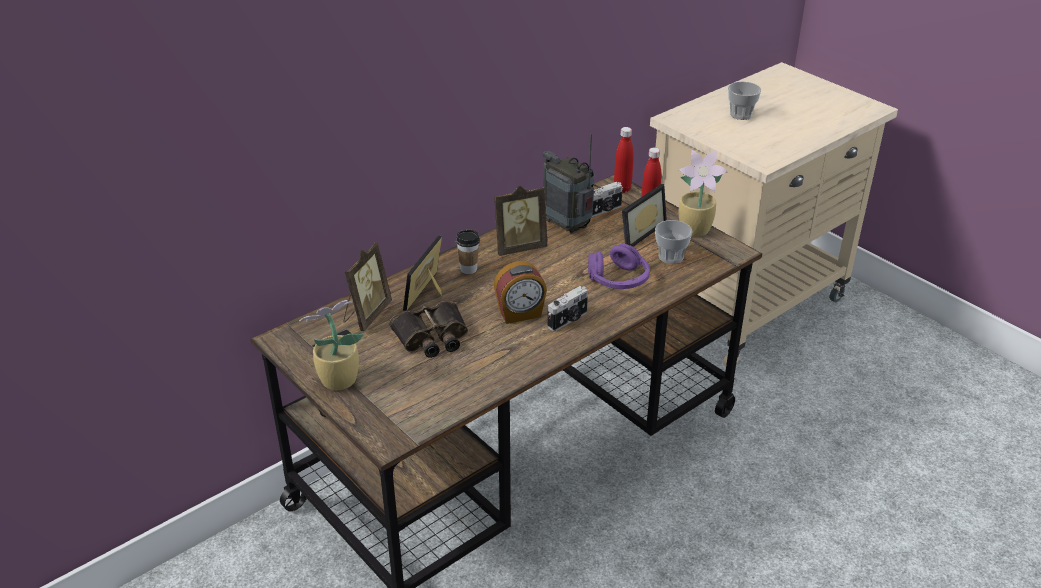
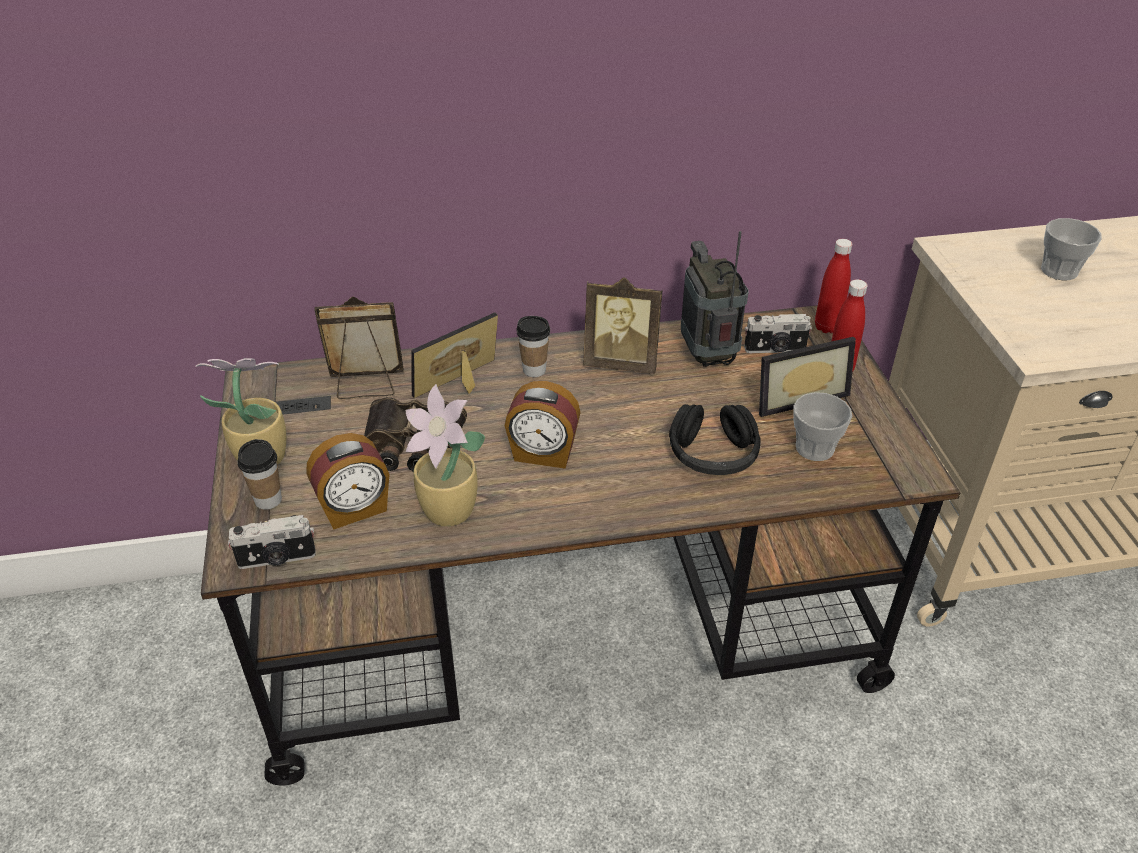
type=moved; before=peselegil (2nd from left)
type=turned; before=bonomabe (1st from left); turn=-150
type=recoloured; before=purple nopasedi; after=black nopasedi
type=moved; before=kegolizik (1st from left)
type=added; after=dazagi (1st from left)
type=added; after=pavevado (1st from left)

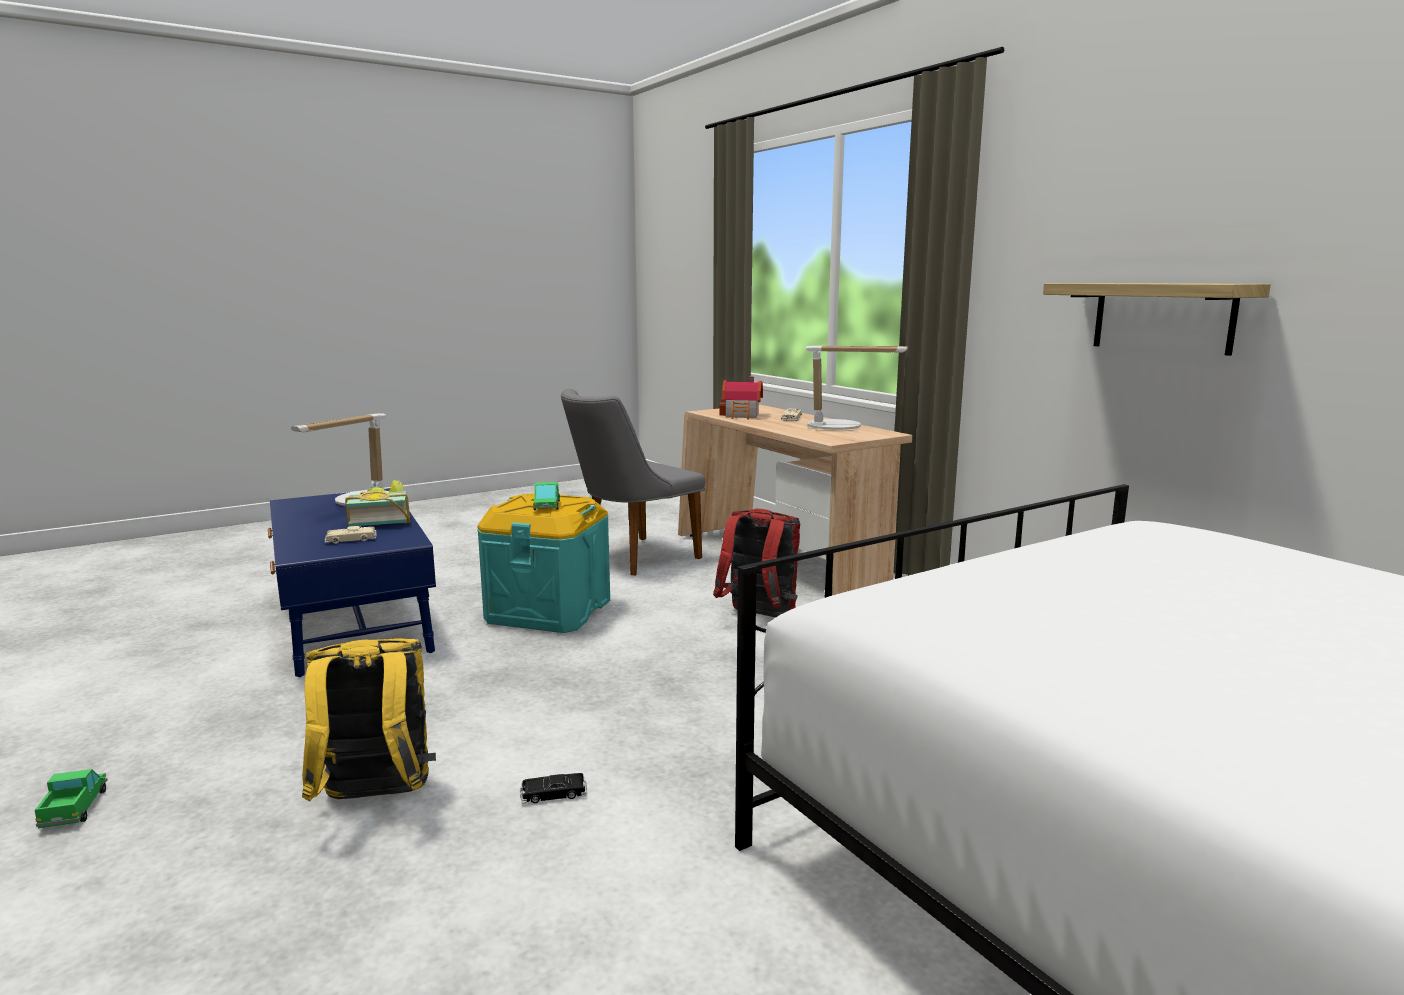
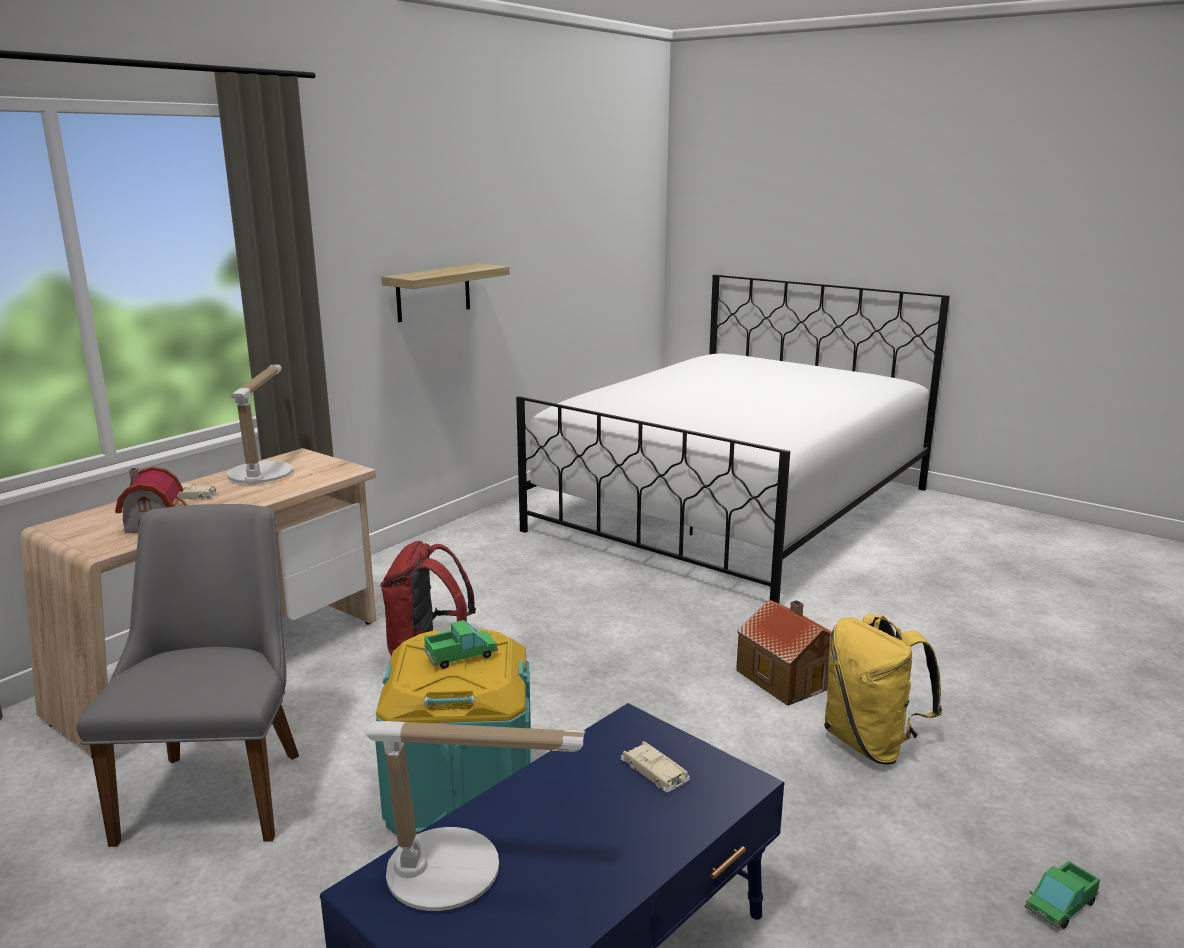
type=turned; before=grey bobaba; turn=-120
type=removed; before=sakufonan
type=replaced; before=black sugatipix; after=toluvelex (2nd from left)

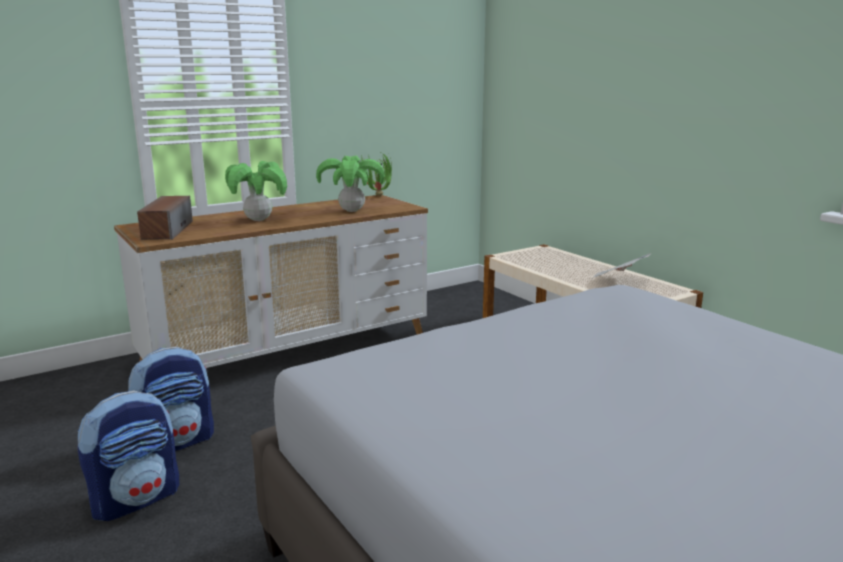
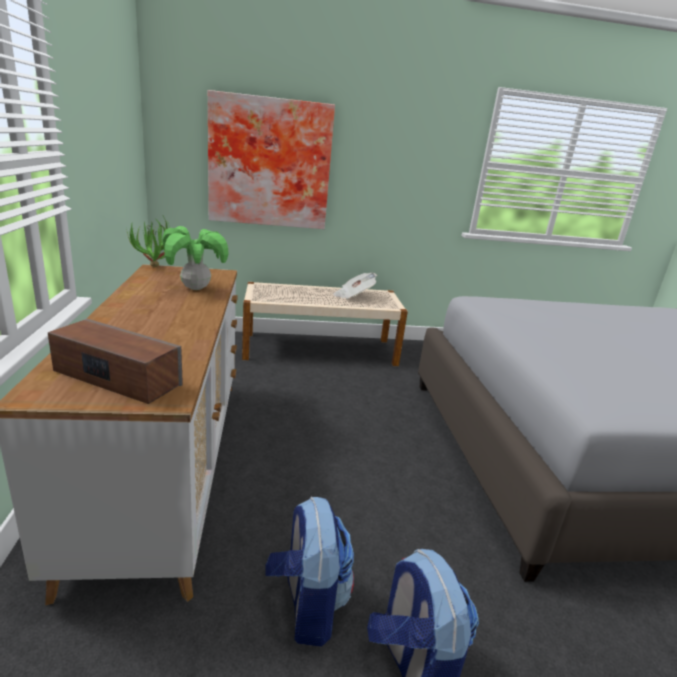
type=removed; before=peselegil (1st from left)
type=added; after=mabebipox

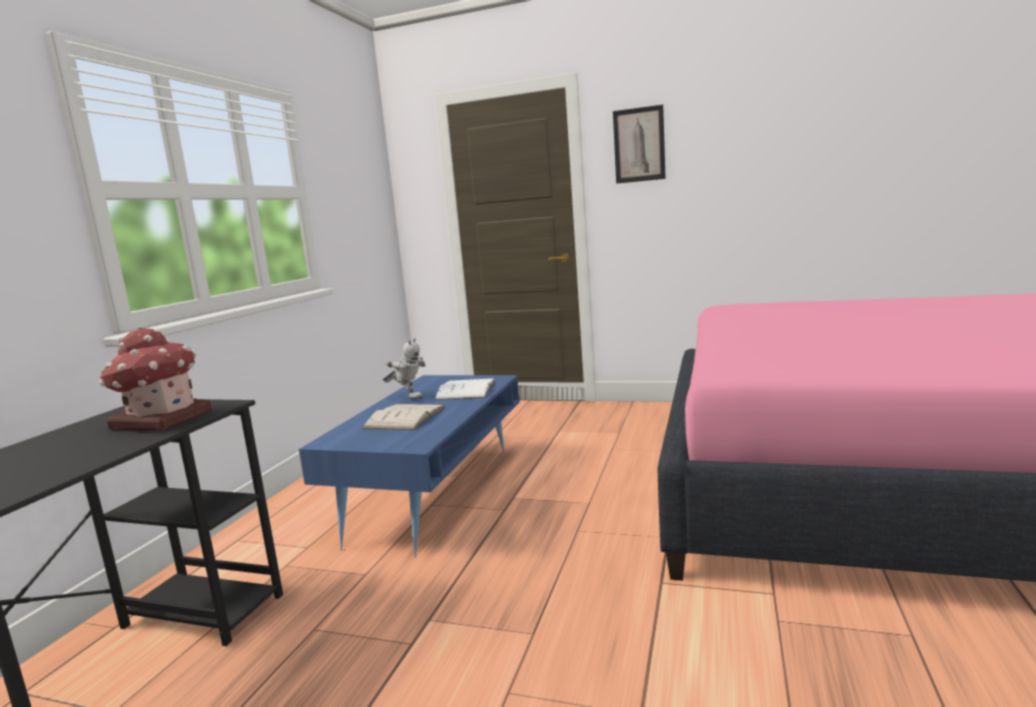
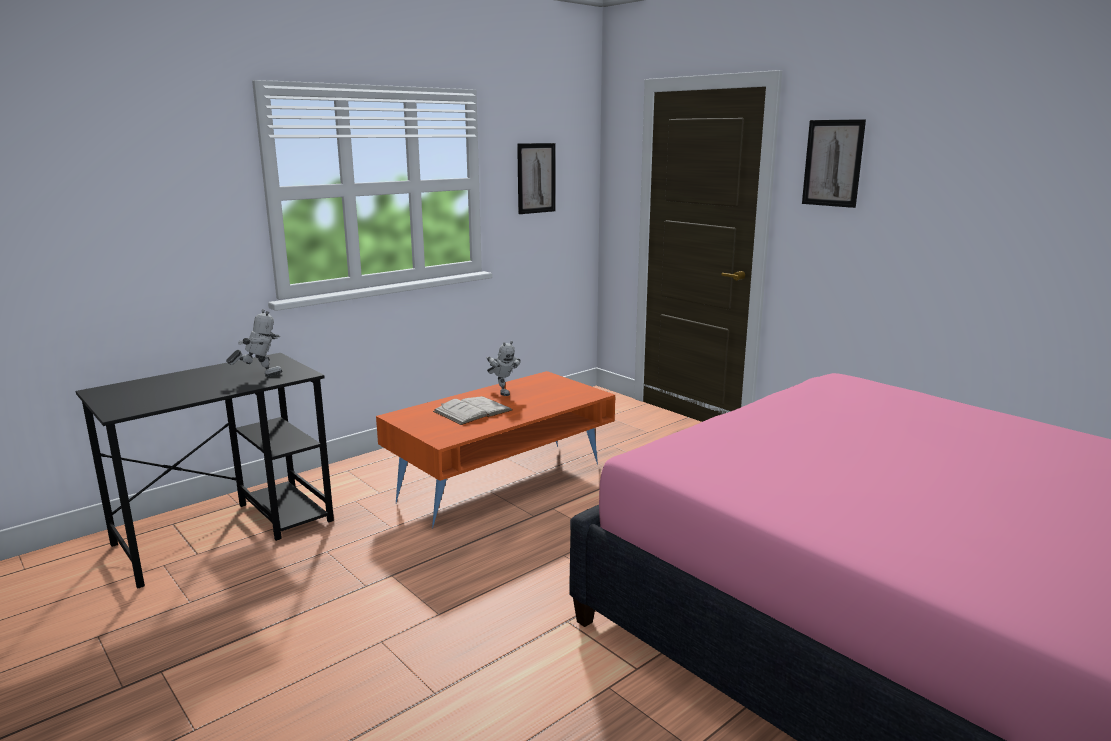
type=replaced; before=toluvelex; after=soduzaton (1st from left)
type=recoloured; before=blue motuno; after=orange motuno
type=removed; before=white sakufonan (2nd from left)
type=added; after=mabebipox (1st from left)

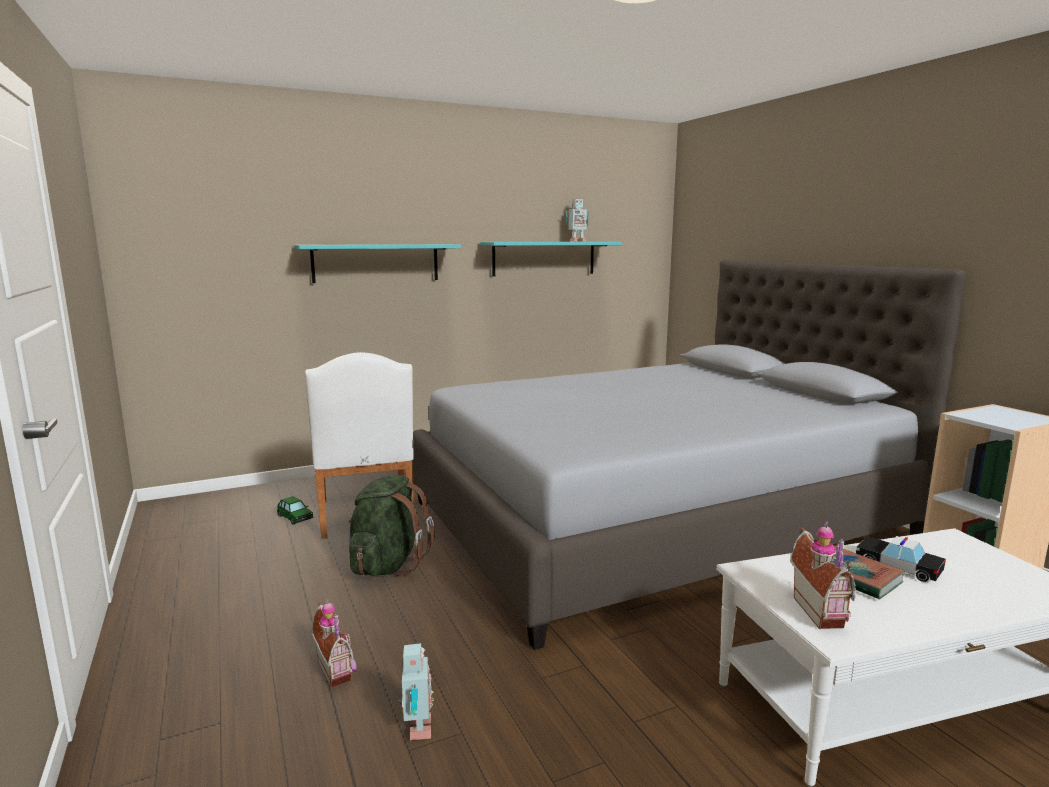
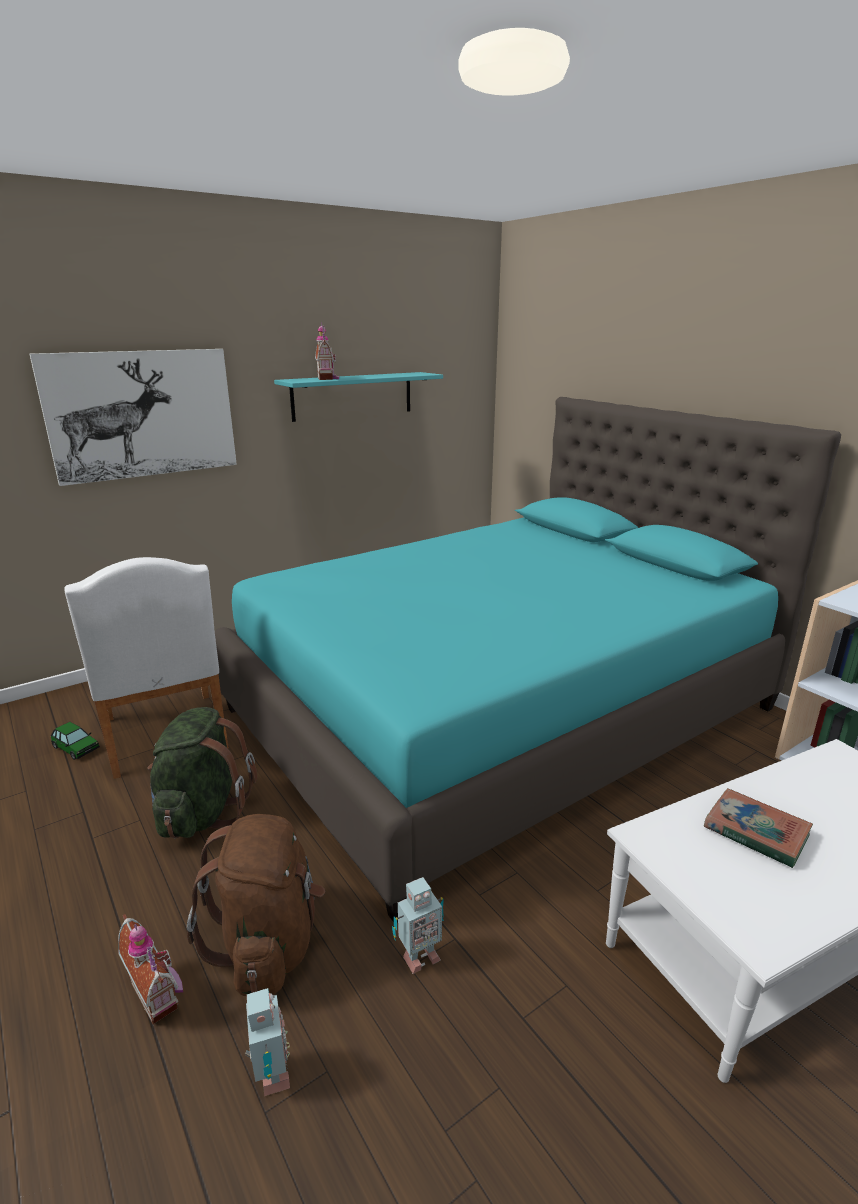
type=moved; before=soduzaton (2nd from left)
type=replaced; before=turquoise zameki (1st from left); after=mabebipox
type=recoloured; before=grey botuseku; after=turquoise botuseku
type=moved; before=toluvelex (2nd from left)
type=removed; before=sugatipix (2nd from left)
type=added; after=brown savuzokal

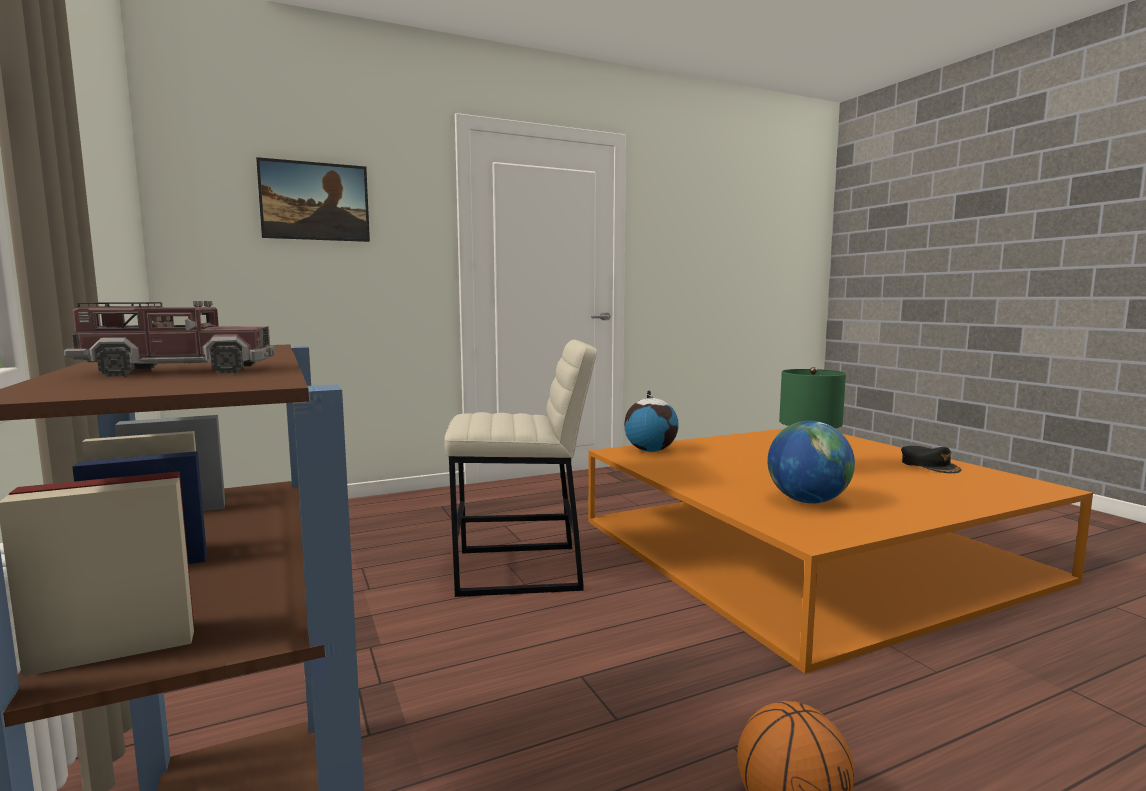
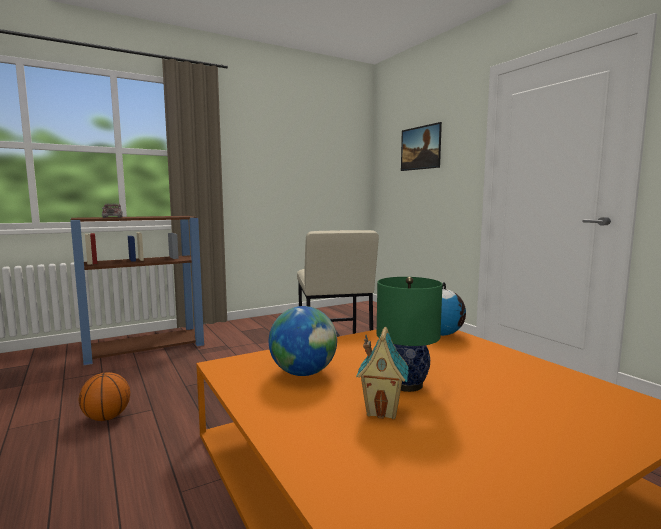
type=removed; before=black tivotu
type=added; after=toluvelex

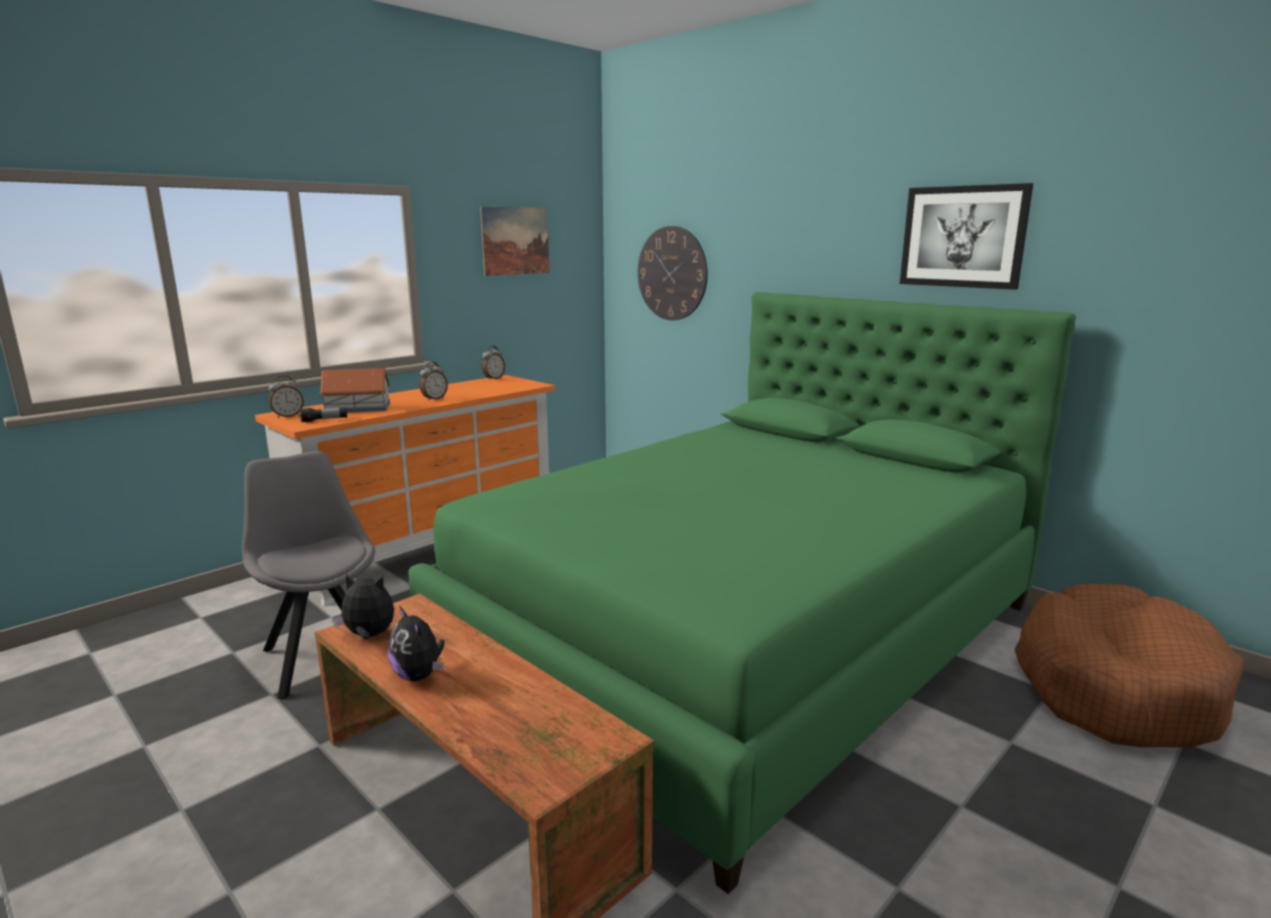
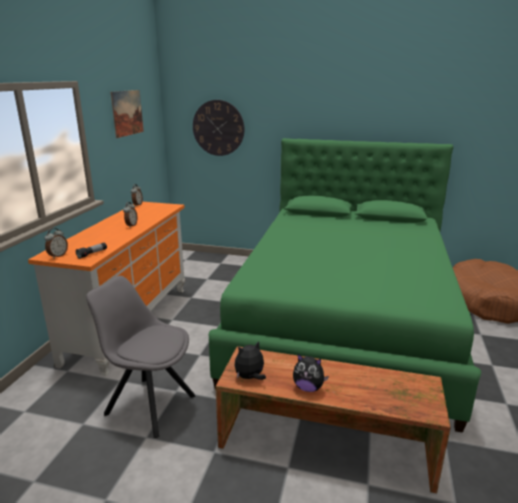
type=removed; before=mabebipox (2nd from left)
type=removed; before=toluvelex

